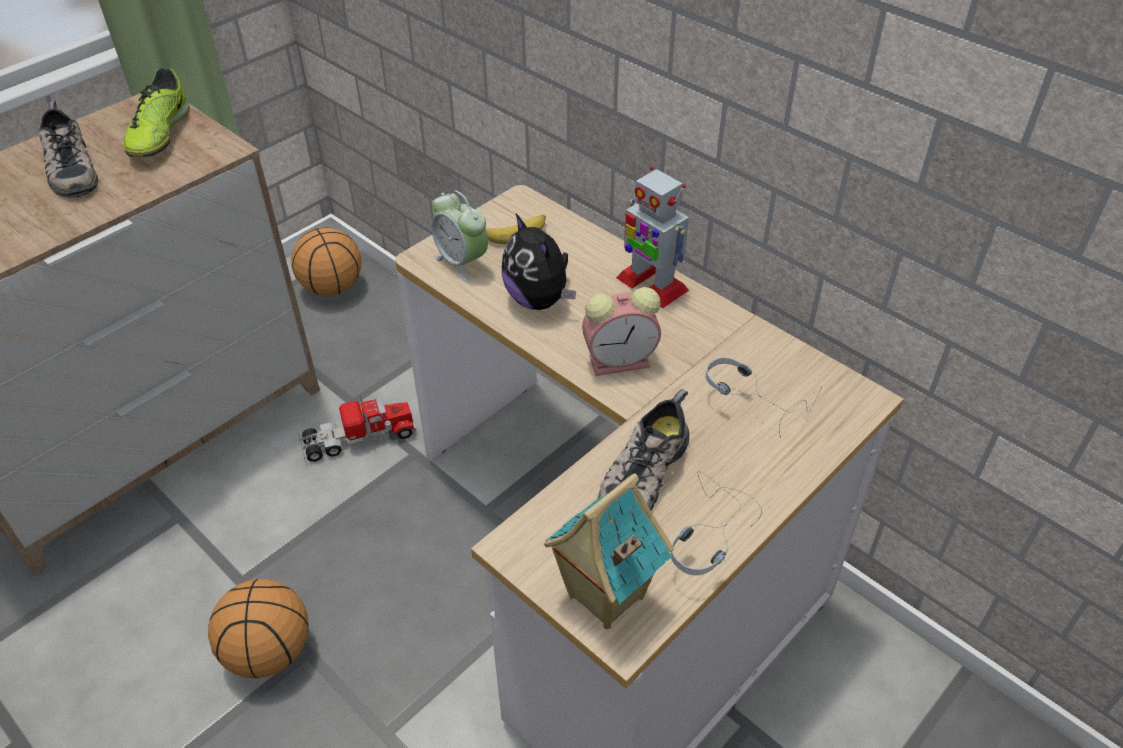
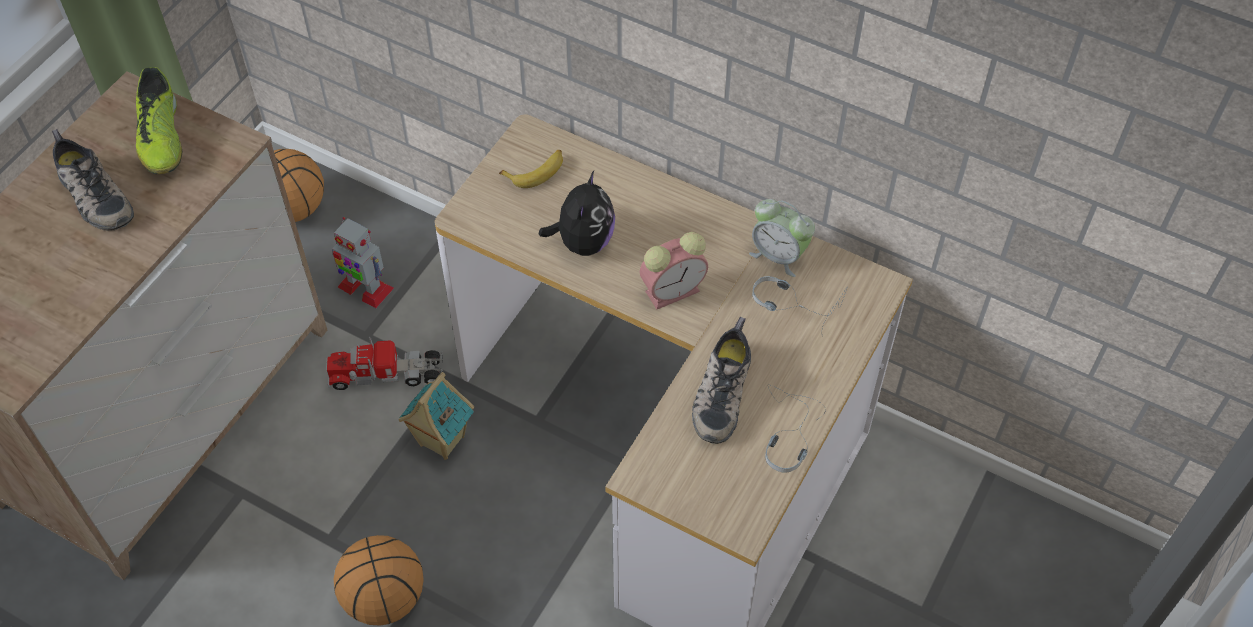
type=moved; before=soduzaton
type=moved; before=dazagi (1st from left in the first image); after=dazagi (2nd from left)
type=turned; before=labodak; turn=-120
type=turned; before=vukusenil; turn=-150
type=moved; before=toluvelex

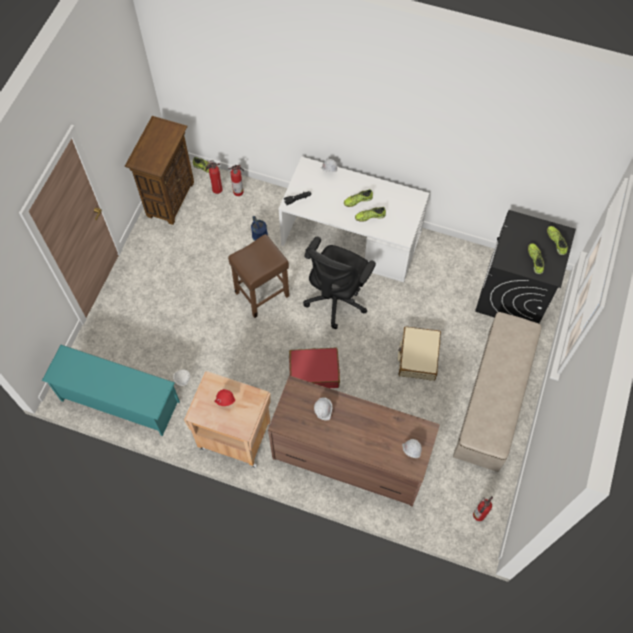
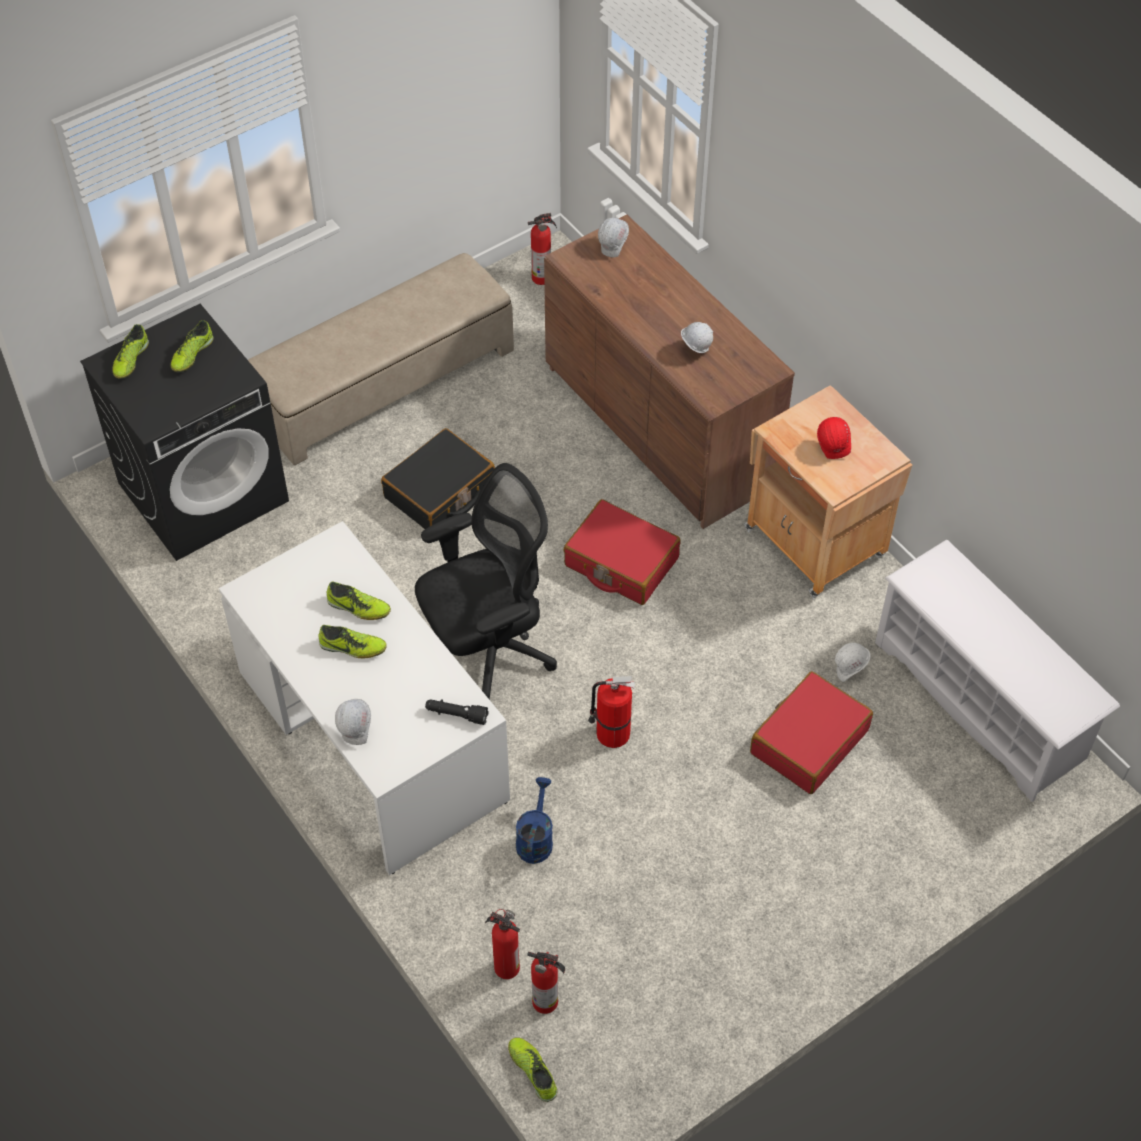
type=removed; before=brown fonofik
type=replaced; before=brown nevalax; after=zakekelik (4th from left)
type=recoloured; before=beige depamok; after=black depamok
type=recoloured; before=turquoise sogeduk; after=white sogeduk
type=added; after=red depamok (2nd from left)

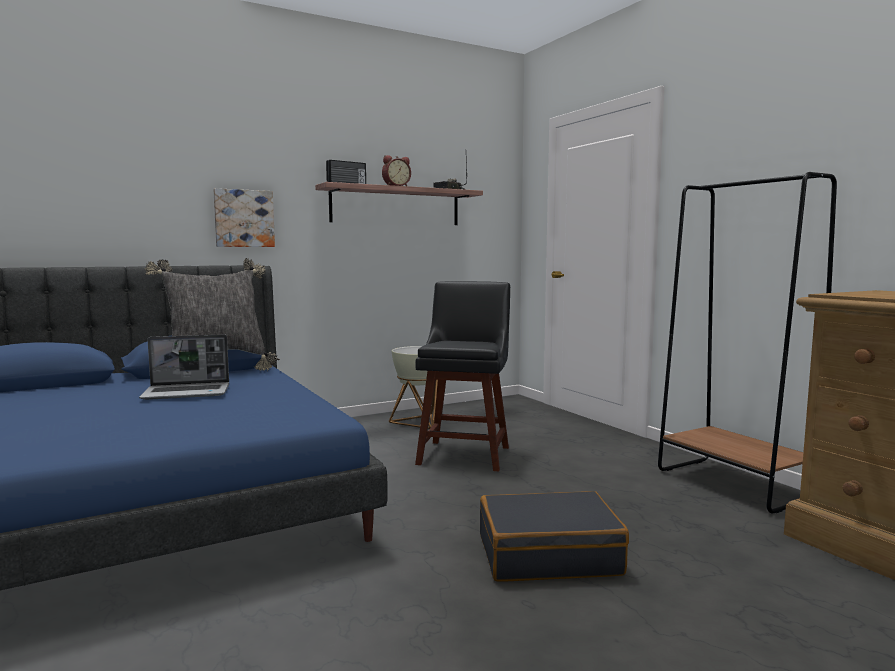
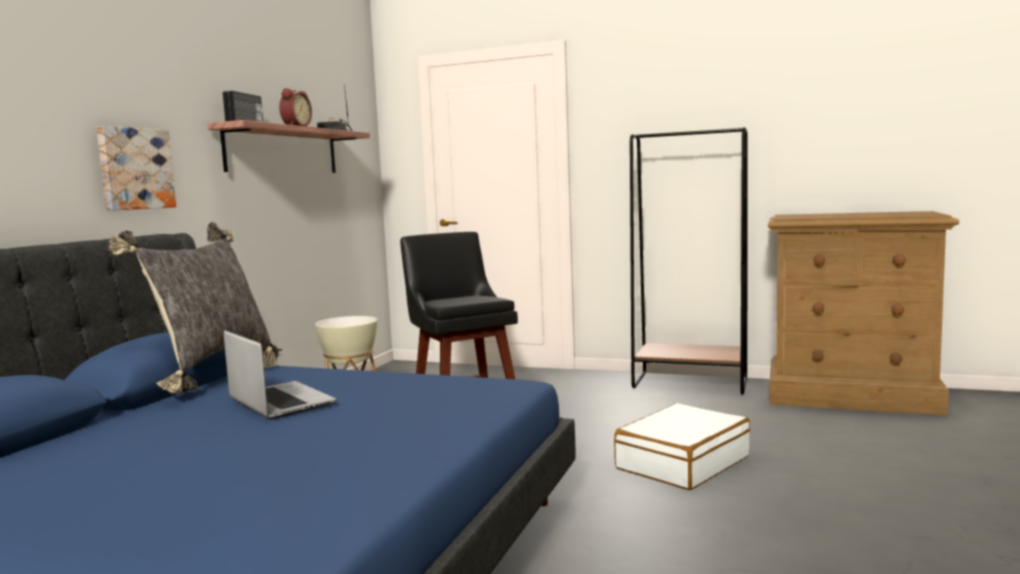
type=turned; before=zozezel; turn=-75
type=recoloured; before=black depamok; after=white depamok

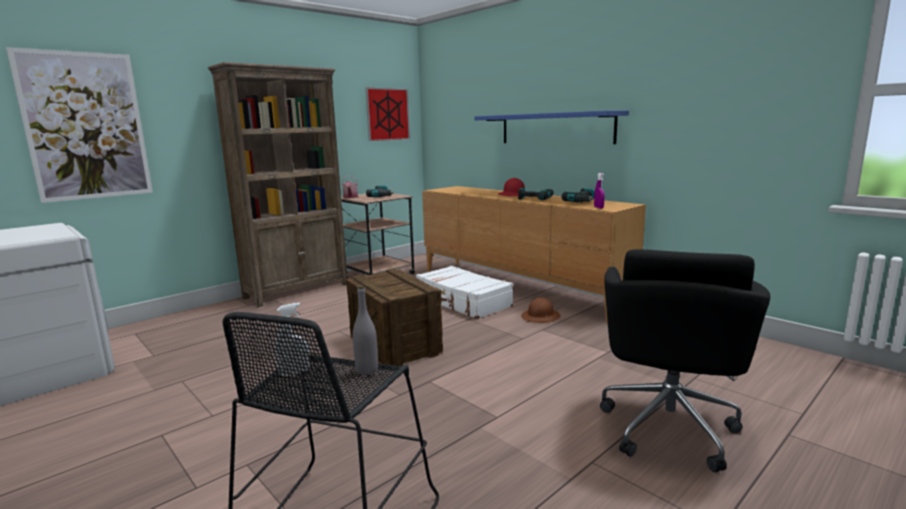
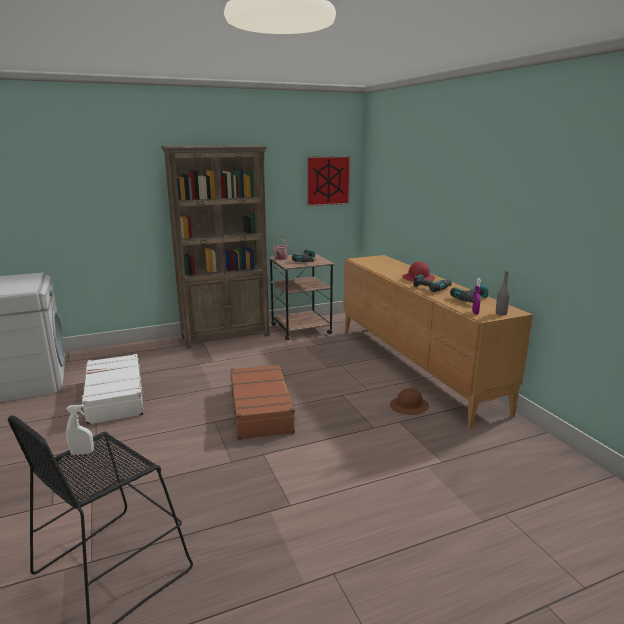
type=removed; before=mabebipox (1st from left)
type=removed; before=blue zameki
type=removed; before=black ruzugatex
type=moved; before=white depamok
type=replaced; before=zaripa; after=brown depamok
type=moved; before=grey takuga

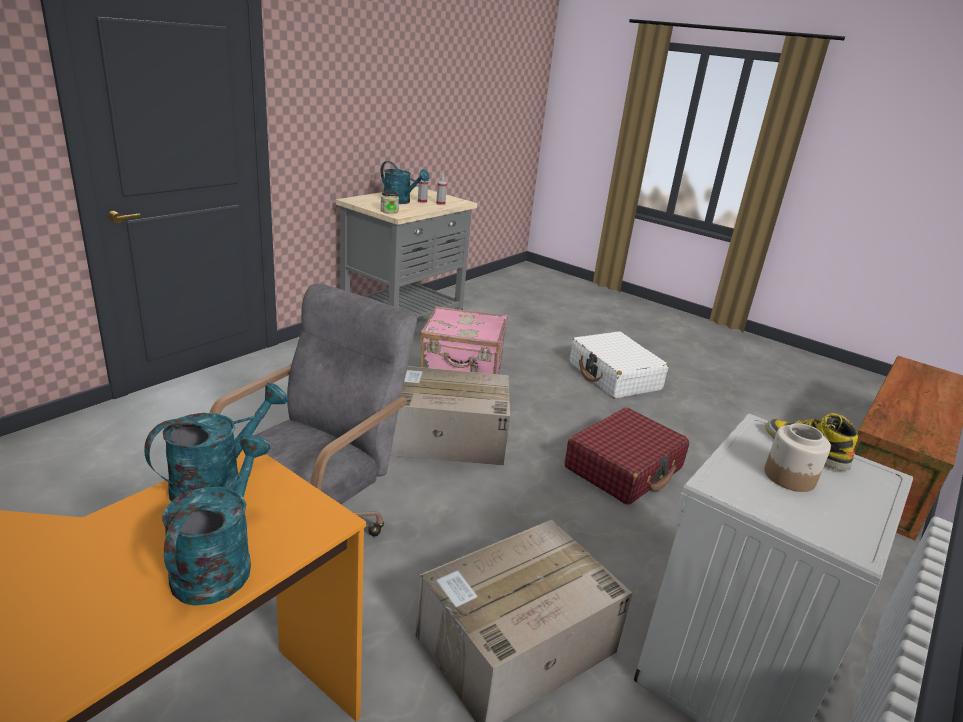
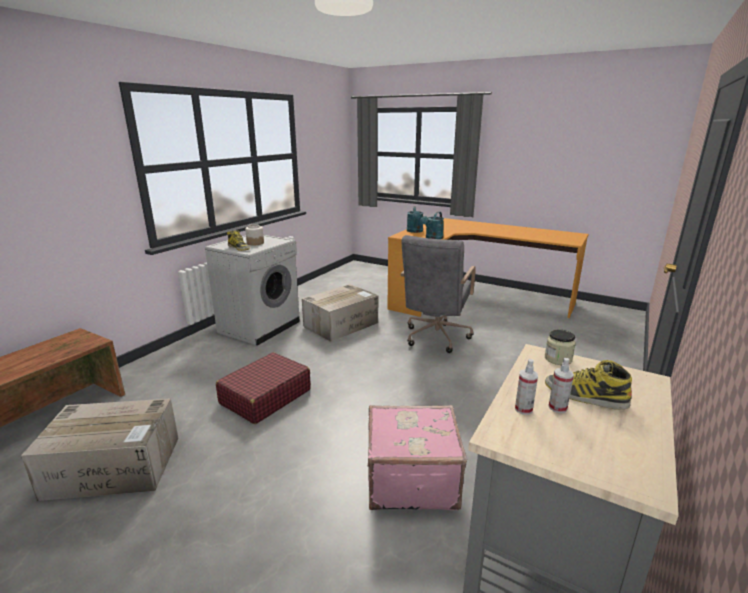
type=replaced; before=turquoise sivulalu (3rd from left); after=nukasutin (2nd from left)
type=removed; before=white depamok
type=moved; before=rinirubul (1st from left)

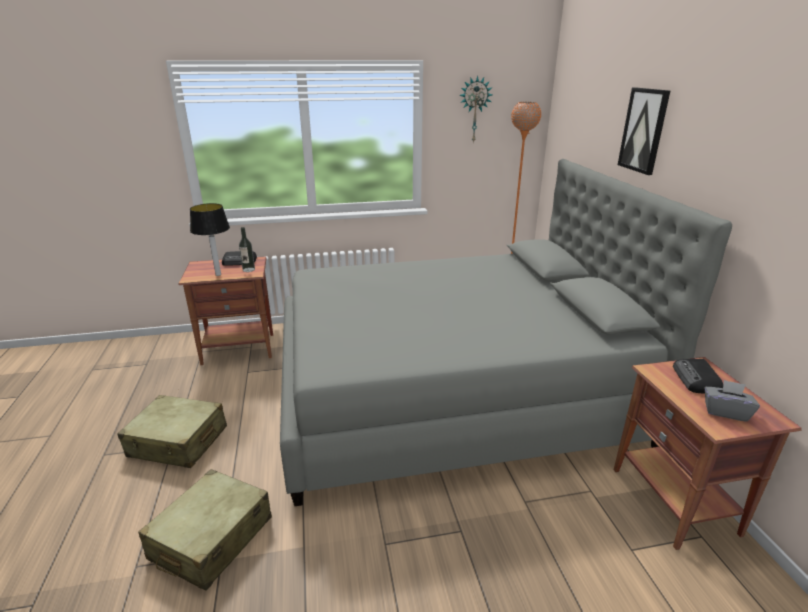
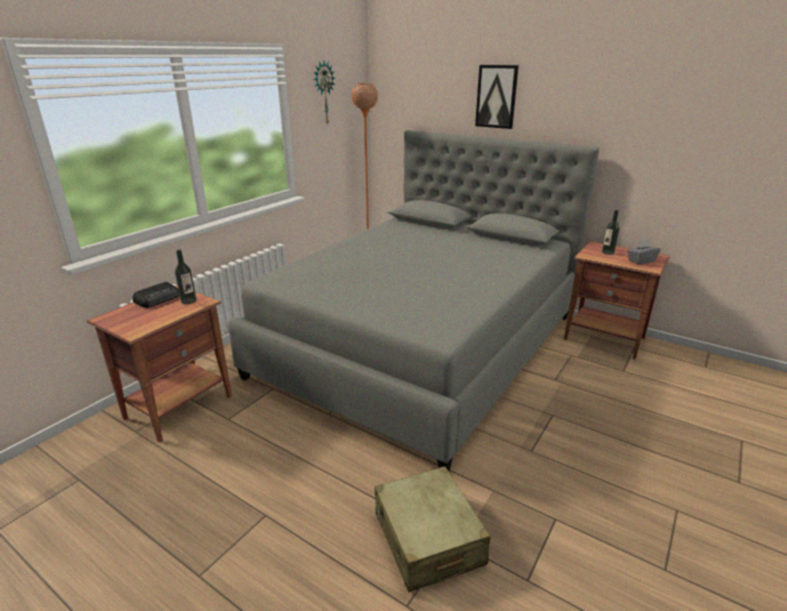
type=removed; before=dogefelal
type=replaced; before=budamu (2nd from left); after=takuga (2nd from left)
type=removed; before=beige depamok (1st from left)

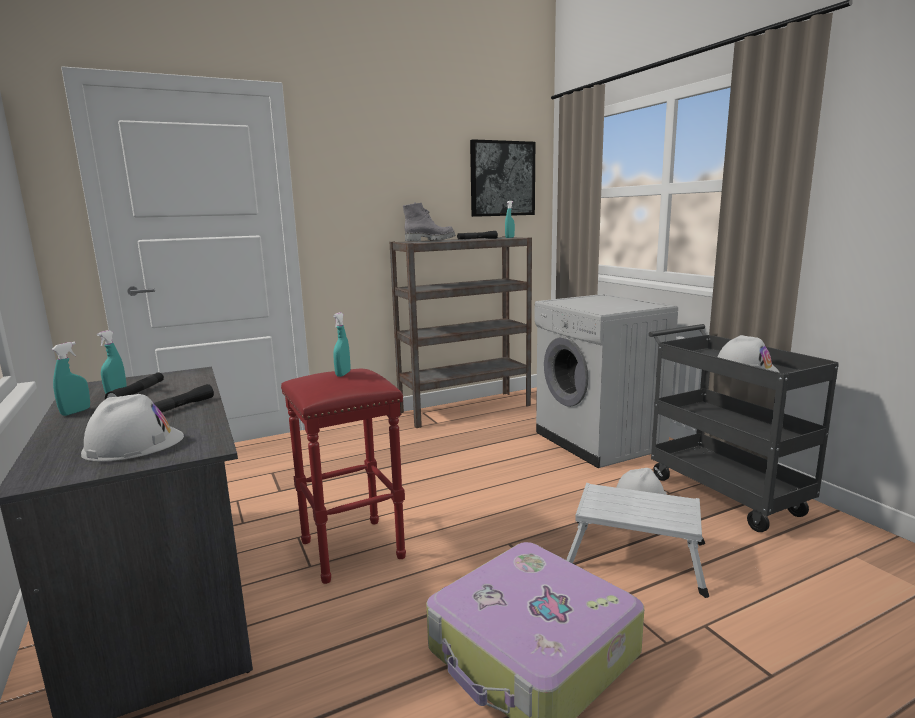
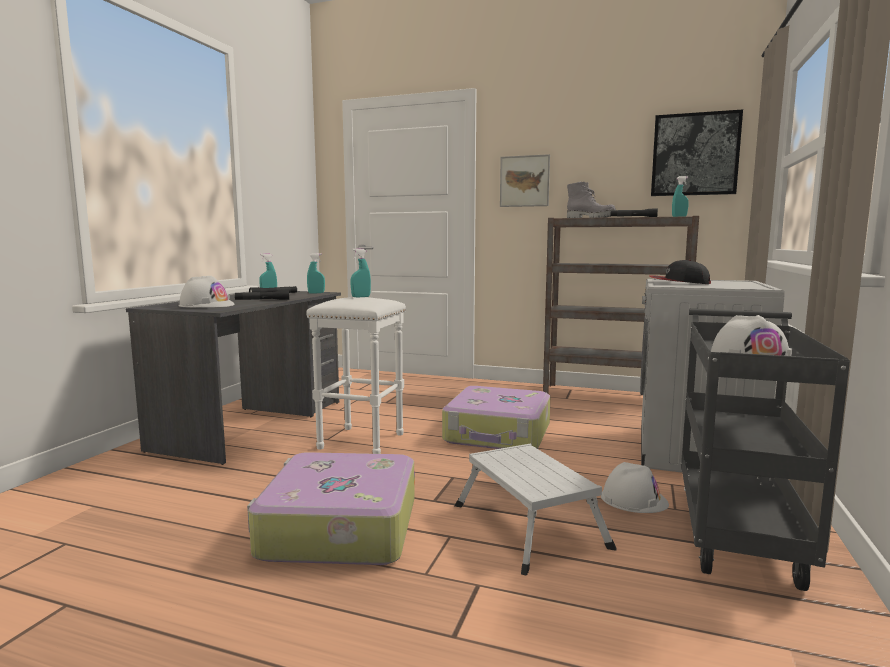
type=moved; before=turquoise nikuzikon (1st from left in the first image); after=turquoise nikuzikon (2nd from left)
type=recoloured; before=red nevalax; after=white nevalax
type=added; after=mabebipox (1st from left)
type=added; after=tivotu
type=added; after=depamok (2nd from left)

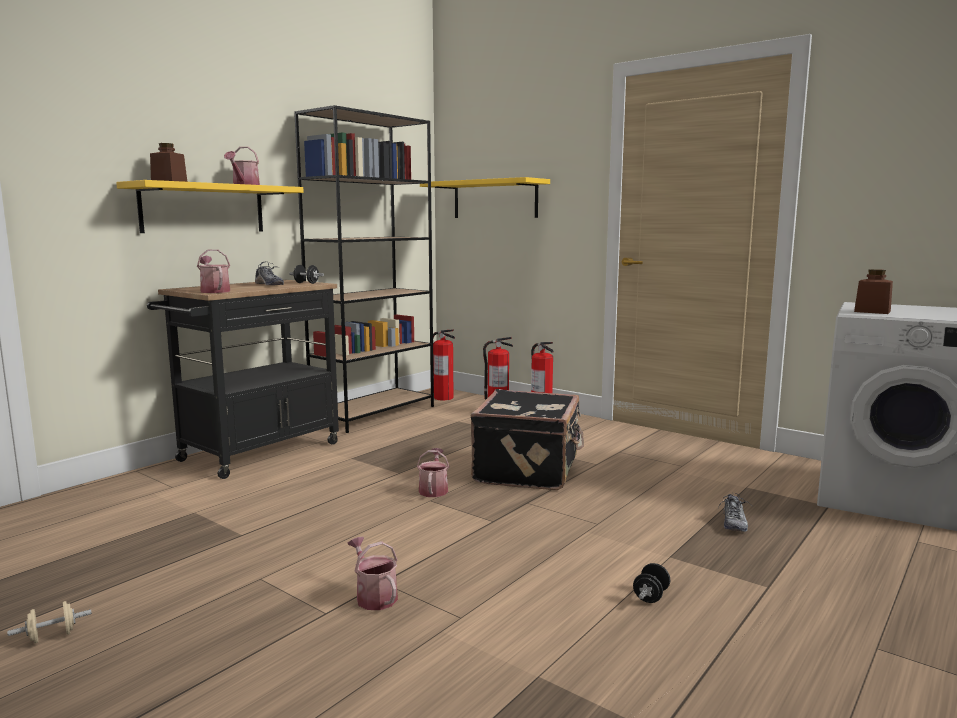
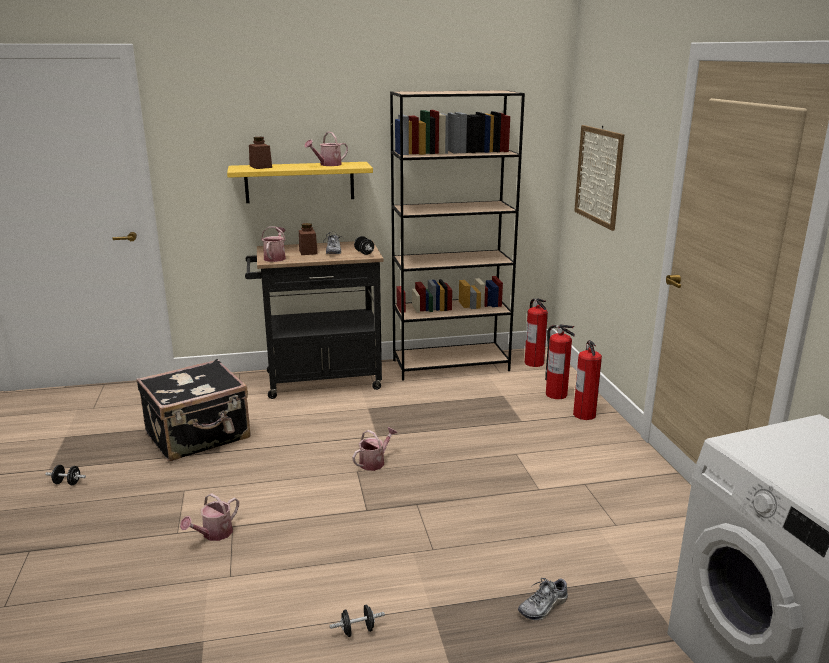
type=replaced; before=yellow zameki (2nd from left); after=mabebipox
type=moved; before=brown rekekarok (2nd from left)
type=moved; before=black depamok
type=turned; before=sivulalu (3rd from left in the first image); turn=-150
type=recoloured; before=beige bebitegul; after=black bebitegul (1st from left)

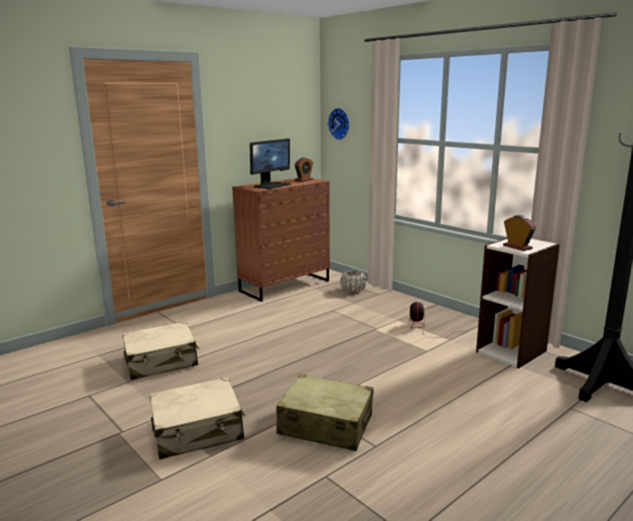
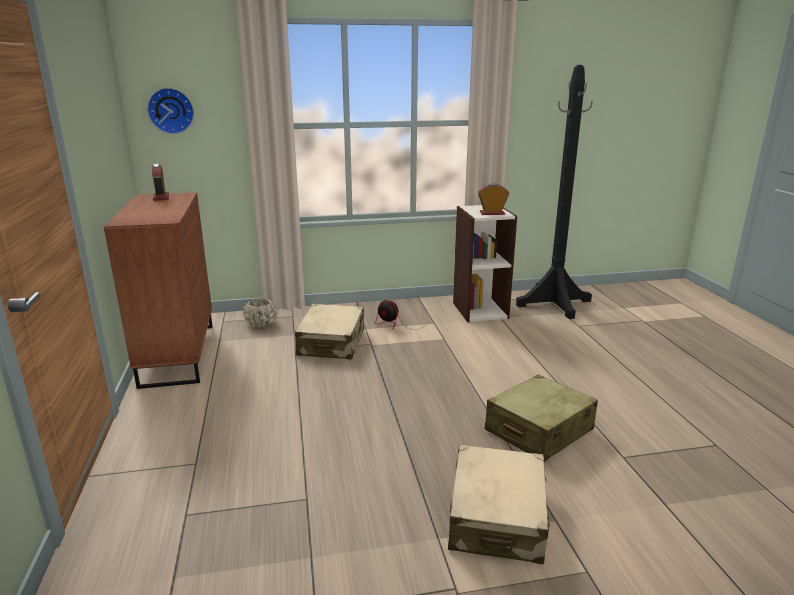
type=removed; before=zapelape
type=moved; before=beige depamok (1st from left)

